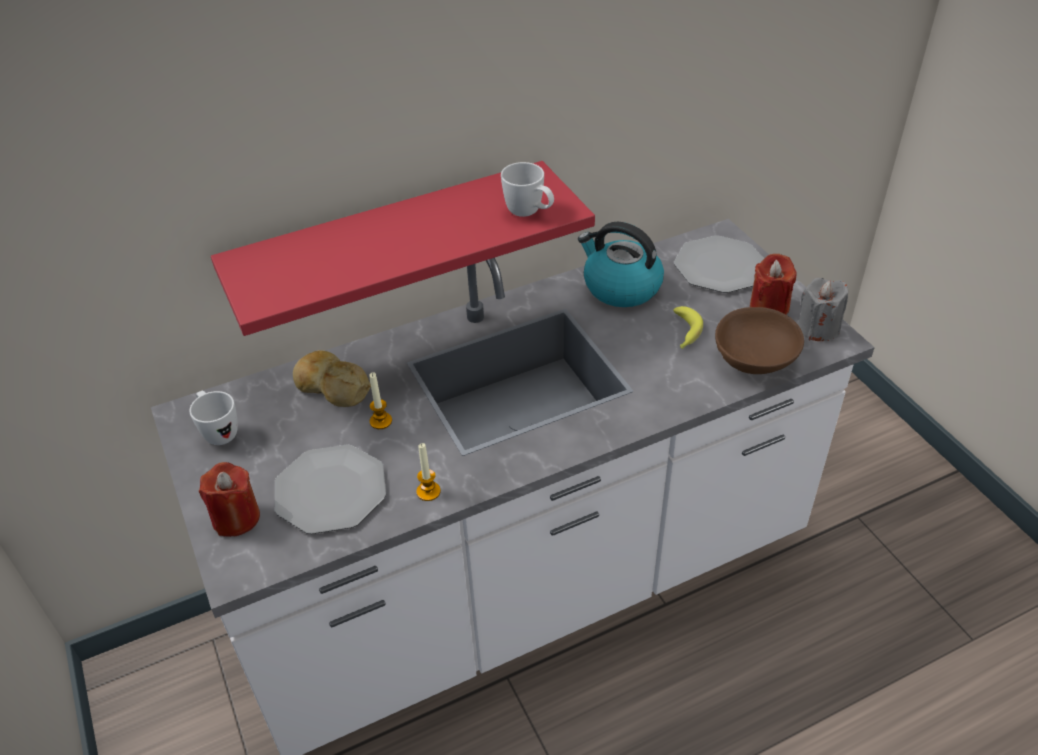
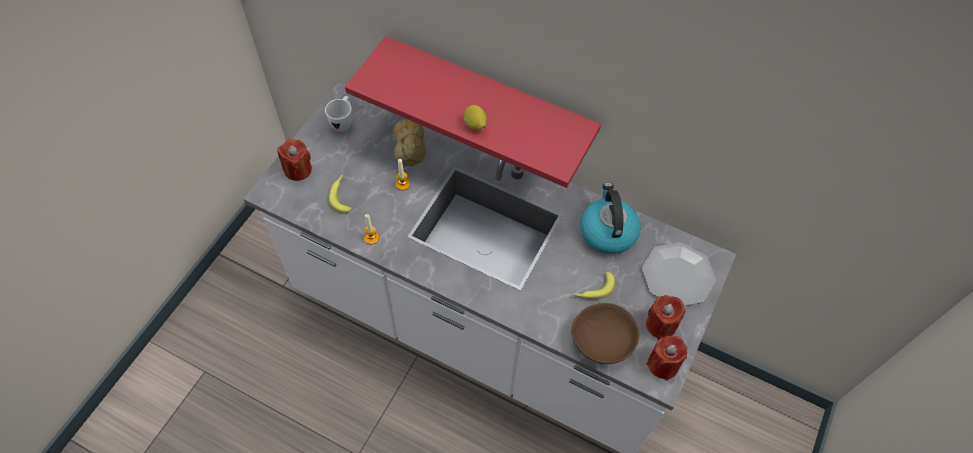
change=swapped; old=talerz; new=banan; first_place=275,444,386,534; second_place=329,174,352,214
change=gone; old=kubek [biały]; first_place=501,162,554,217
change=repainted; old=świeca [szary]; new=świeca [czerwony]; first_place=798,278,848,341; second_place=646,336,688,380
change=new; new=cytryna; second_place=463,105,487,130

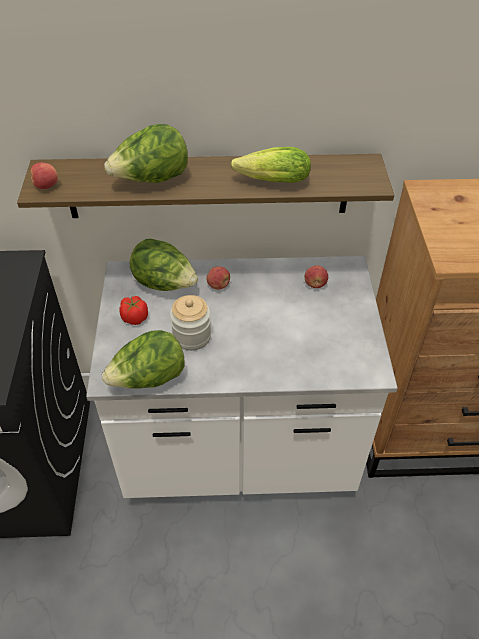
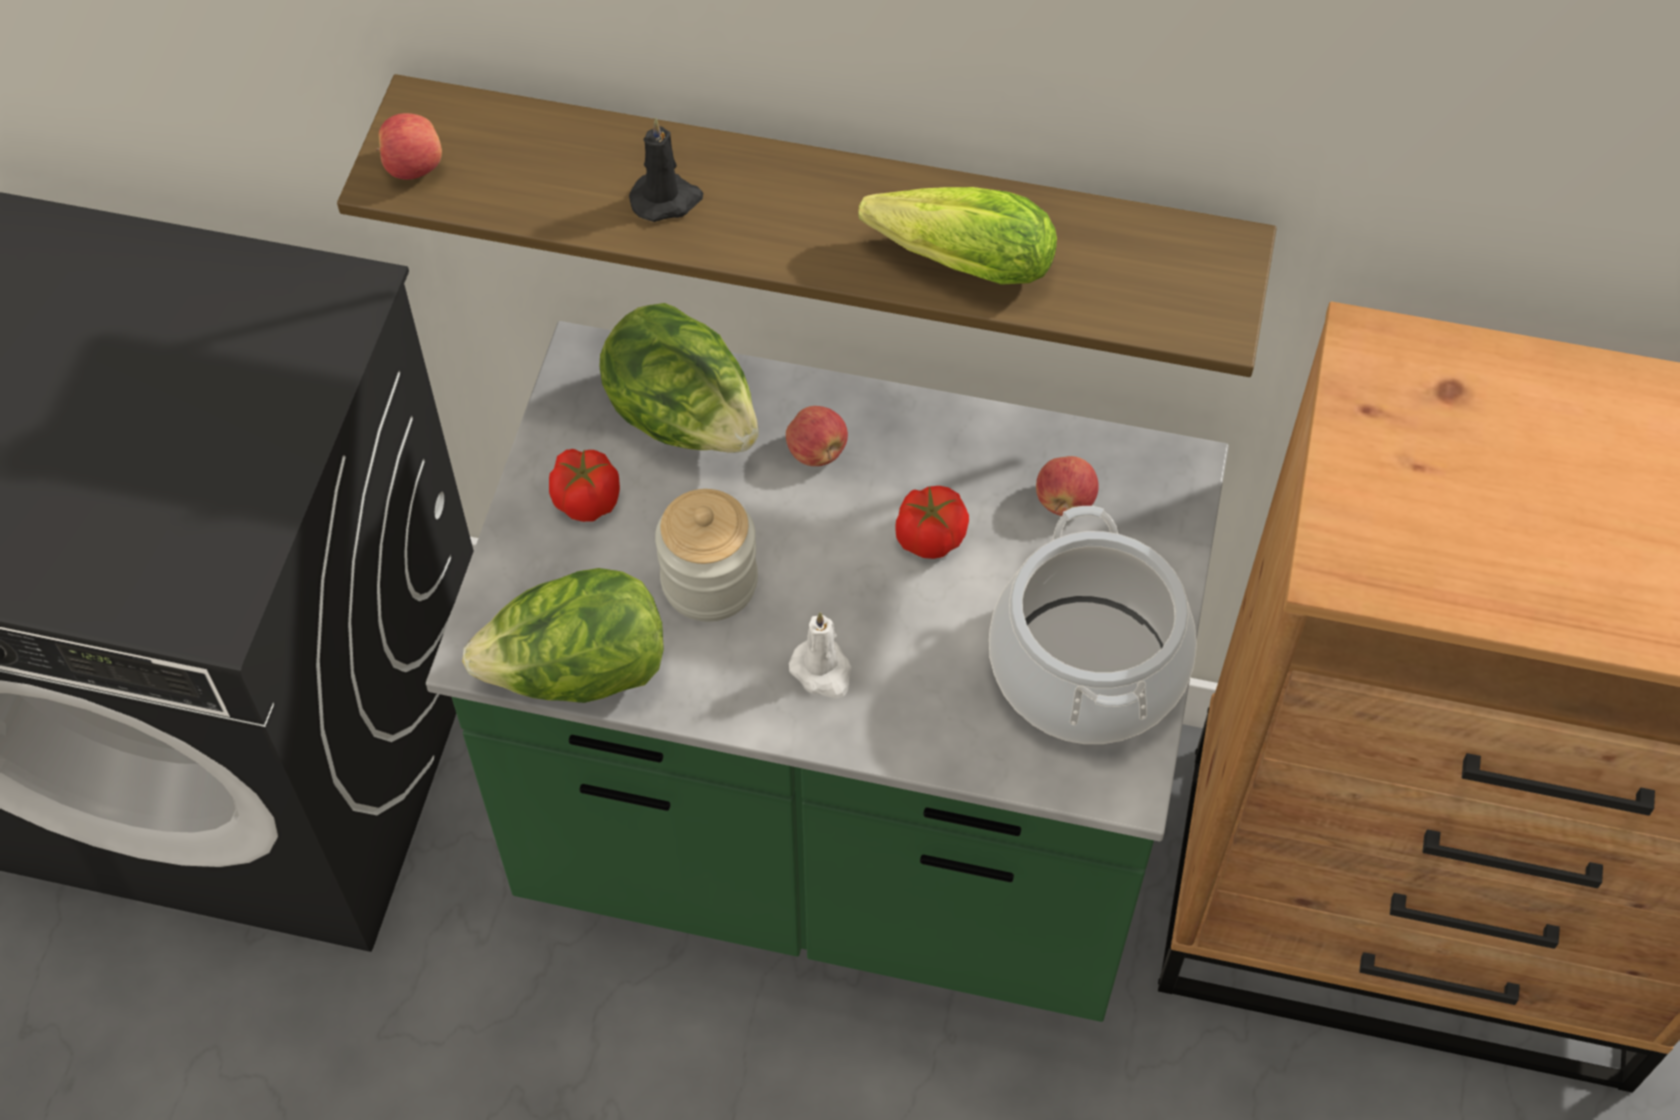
change=repainted; old=zabudowa kuchenna [biały]; new=zabudowa kuchenna [zielony]; first_place=86,256,397,498; second_place=426,321,1229,1022
change=swapped; old=sałata; new=świeca [czarny]; first_place=104,124,188,183; second_place=629,118,703,222
change=new; new=świeca [biały]; second_place=789,612,852,699
change=new; new=pomidor; second_place=895,486,969,559
change=new; new=garnek; second_place=989,506,1197,744

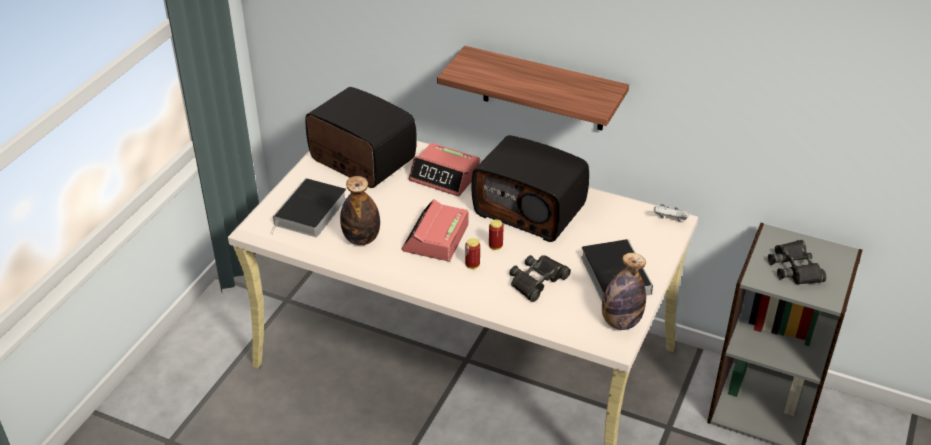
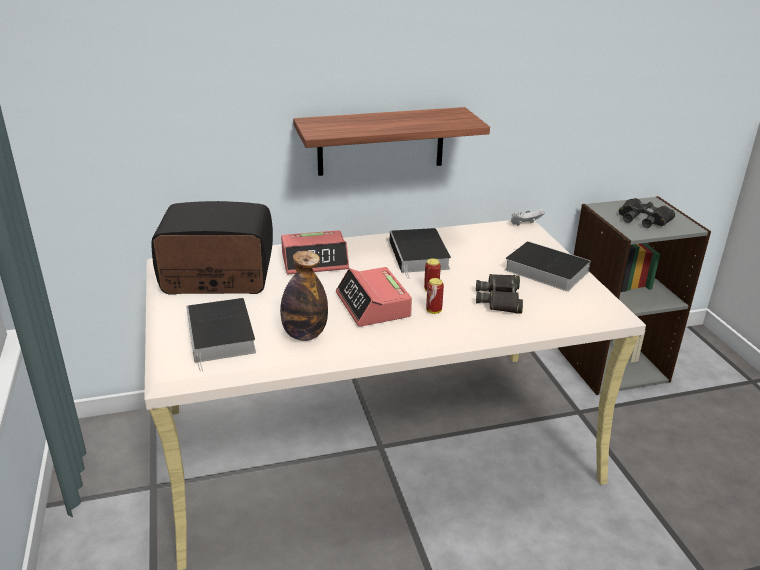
change=swapped; old=radio; new=książka; first_place=471,135,589,242; second_place=390,228,451,279
change=gone; old=butelka; first_place=602,253,646,330

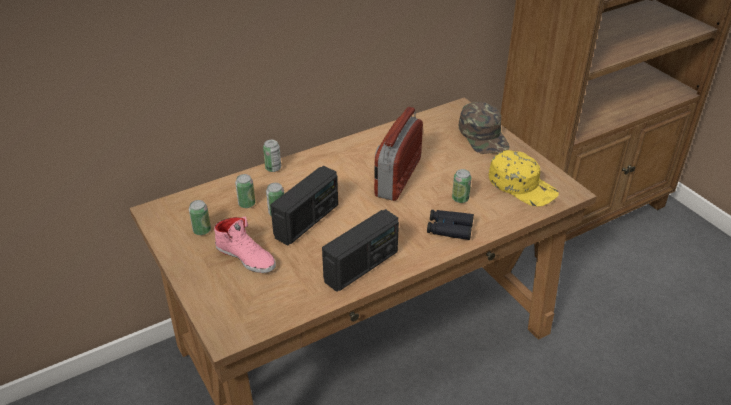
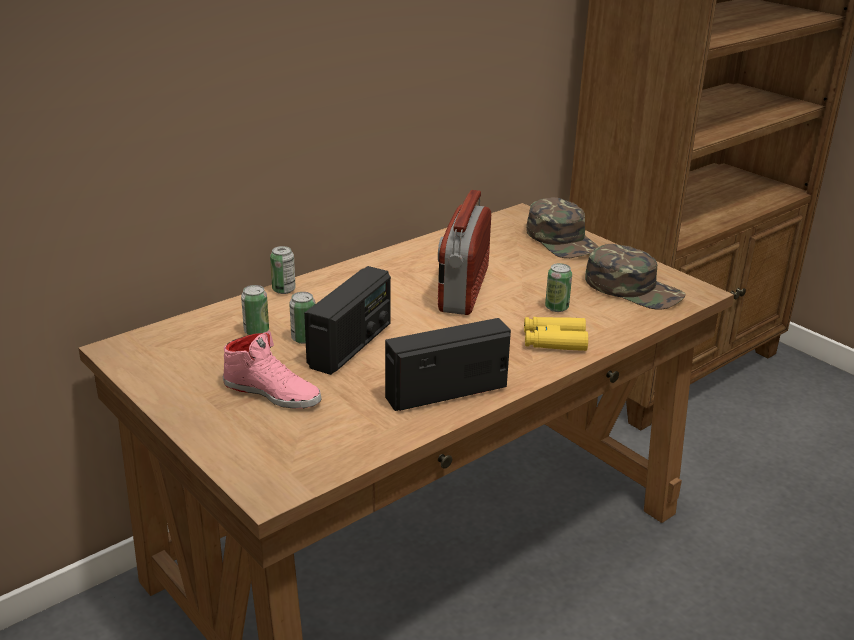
change=gone; old=puszka; first_place=189,200,211,235
change=rotated; old=radio; first_place=322,209,399,292; second_place=385,318,511,411; degrees=-150
change=repainted; old=lornetka [czarny]; new=lornetka [żółty]; first_place=427,210,474,240; second_place=524,317,588,351
change=repainted; old=czapka z daszkiem [żółty]; new=czapka z daszkiem [zielony]; first_place=489,150,559,207; second_place=585,244,686,309

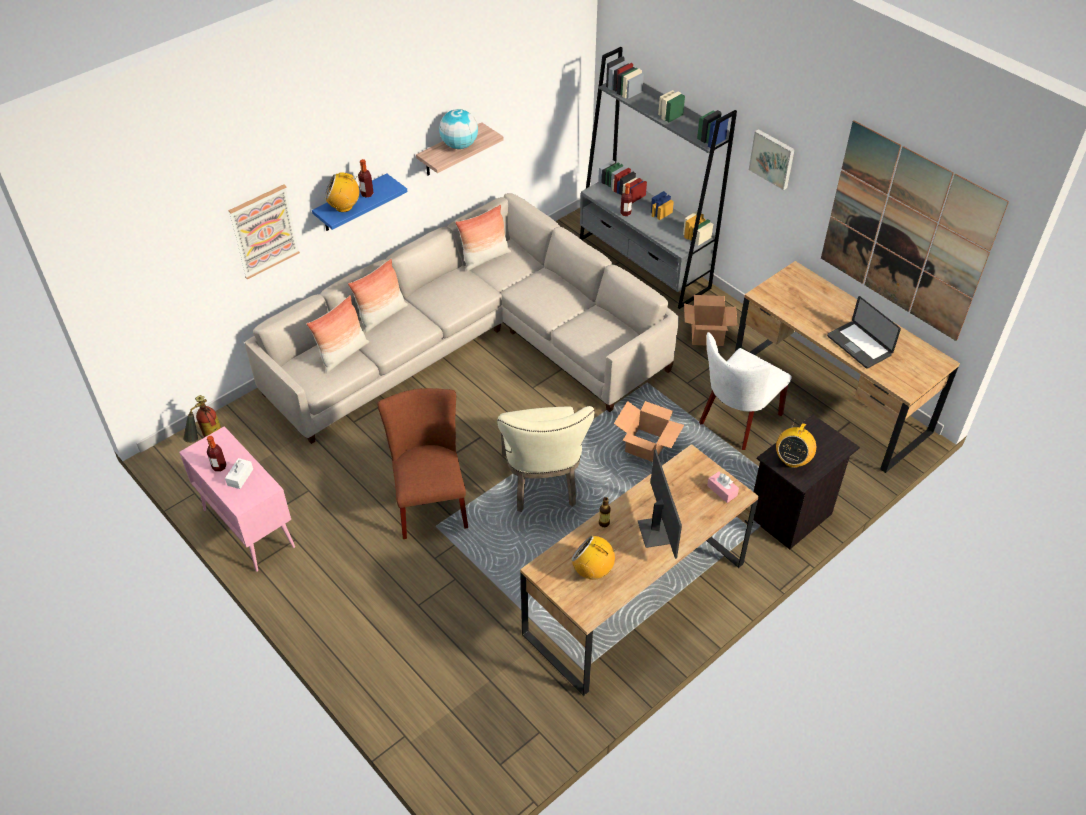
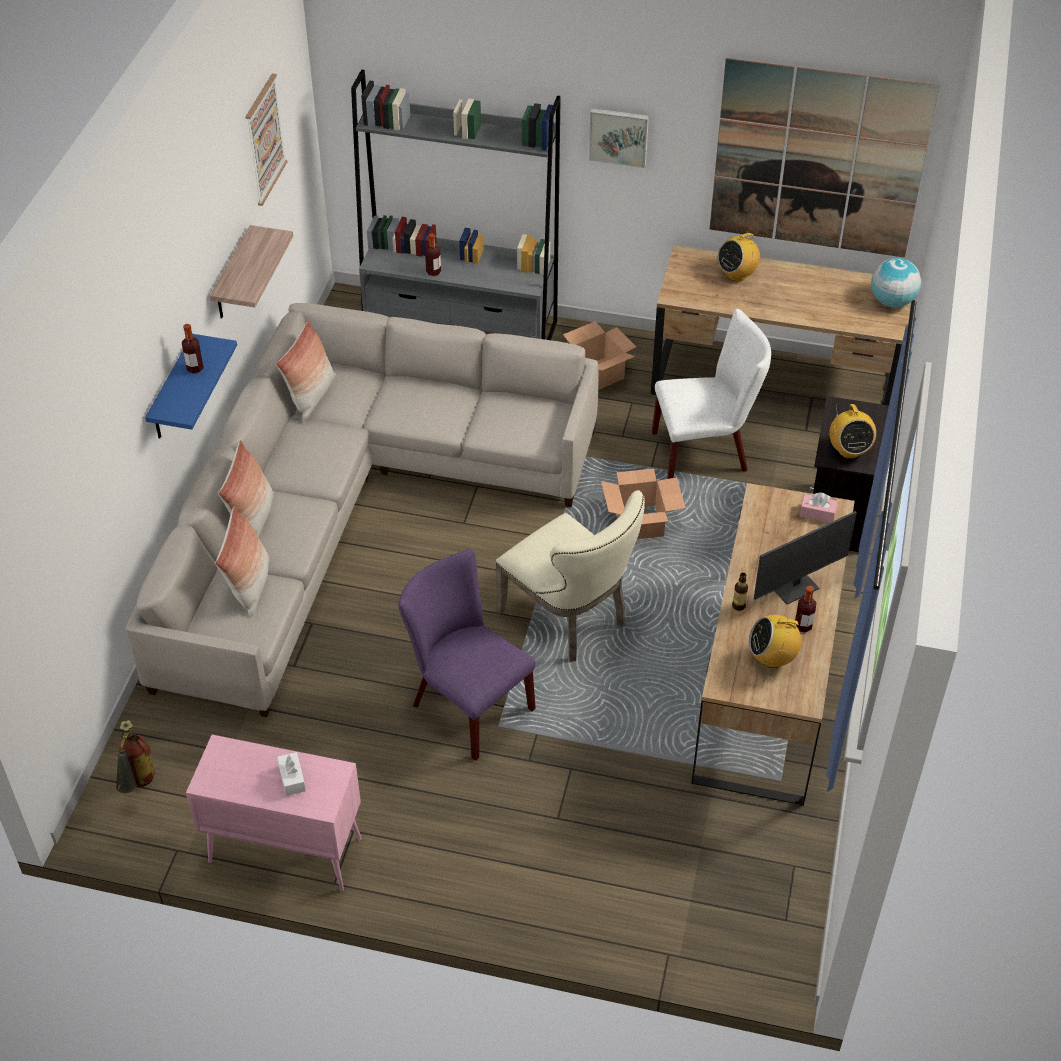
change=shifted; old=butelka; first_place=207,436,226,472; second_place=795,586,816,633
change=shifted; old=obraz; first_place=228,185,300,279; second_place=245,73,288,206
change=shifted; old=radio; first_place=325,173,359,212; second_place=718,233,760,281
change=repainted; old=krzesło [brązowy]; new=krzesło [fioletowy]; first_place=377,388,468,539; second_place=398,549,536,761
change=shifted; old=globus; first_place=439,109,478,149; second_place=871,258,921,307
change=rotated; old=monitor; first_place=638,449,682,559; second_place=754,511,857,604; degrees=105
change=rotated; old=krzesło [biały]; first_place=699,332,792,450; second_place=652,309,771,479; degrees=-105
change=gone; old=laptop; first_place=827,296,901,369

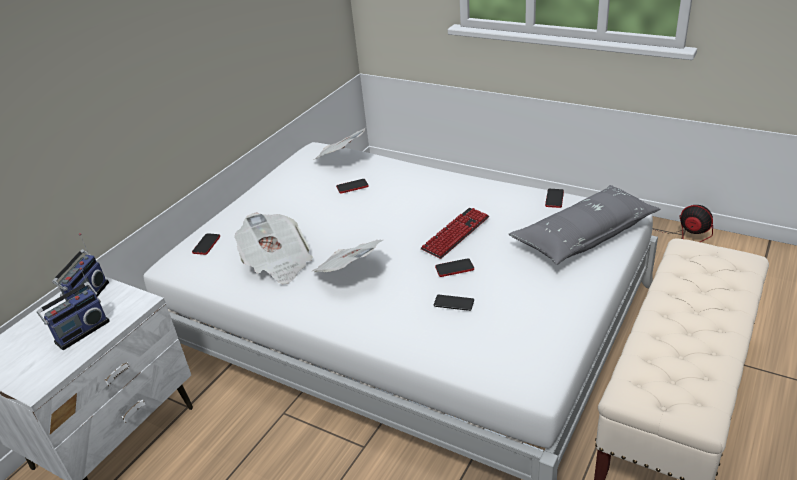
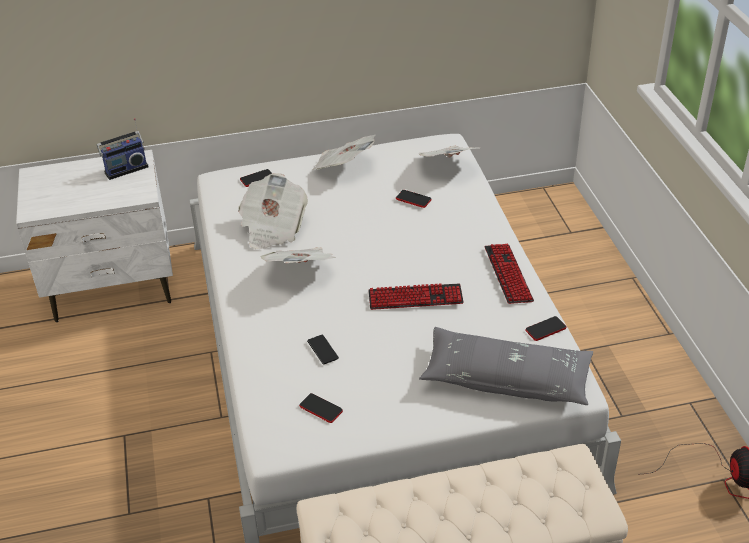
change=gone; old=radio; first_place=37,267,110,350
change=shifted; old=telefon; first_place=435,258,474,277; second_place=299,393,343,423
change=new; new=gazeta; second_place=312,135,376,170
change=new; new=klawiatura; second_place=484,244,534,304

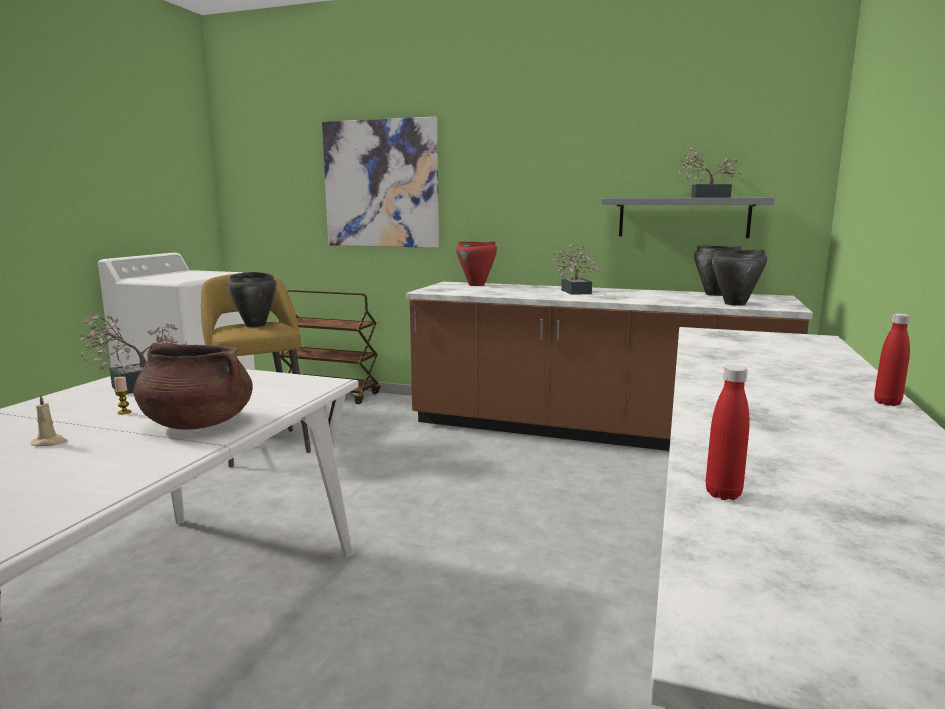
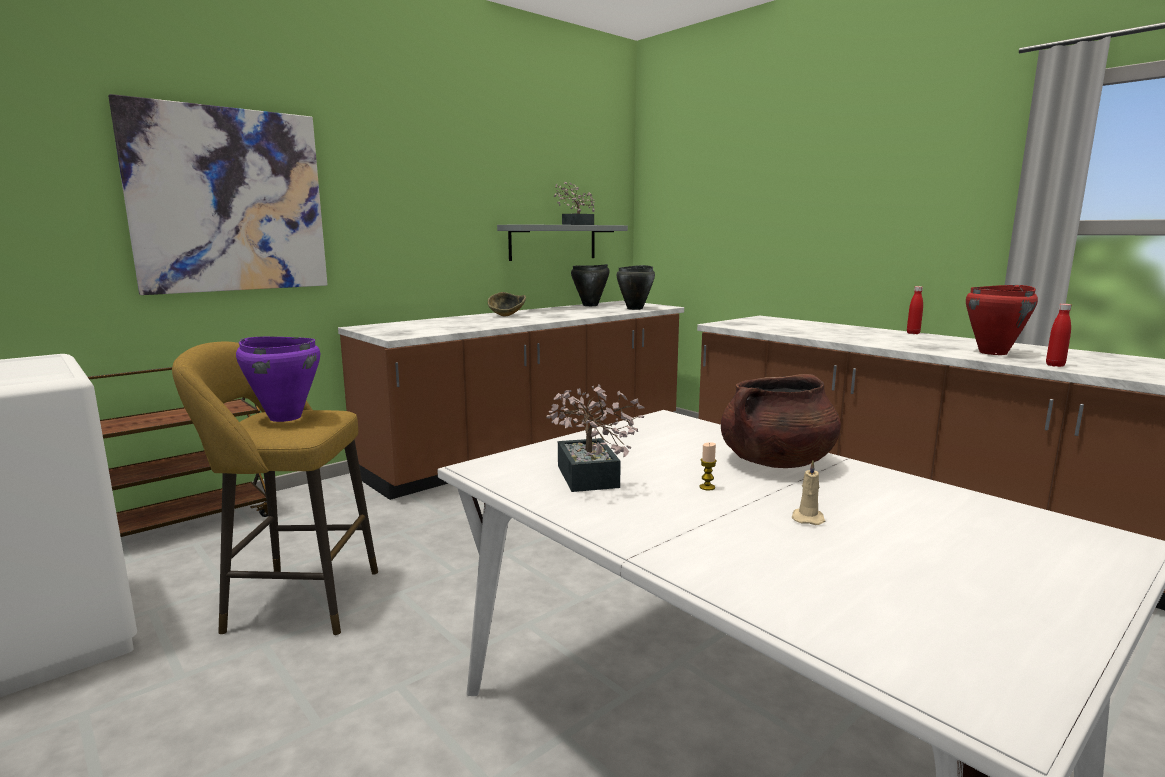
change=repainted; old=garnek [czarny]; new=garnek [fioletowy]; first_place=227,272,277,327; second_place=236,337,320,422
change=shifted; old=garnek [czerwony]; first_place=456,241,497,286; second_place=966,285,1038,355
change=swapped; old=roślina doniczkowa; new=miska; first_place=553,245,599,295; second_place=488,292,526,316

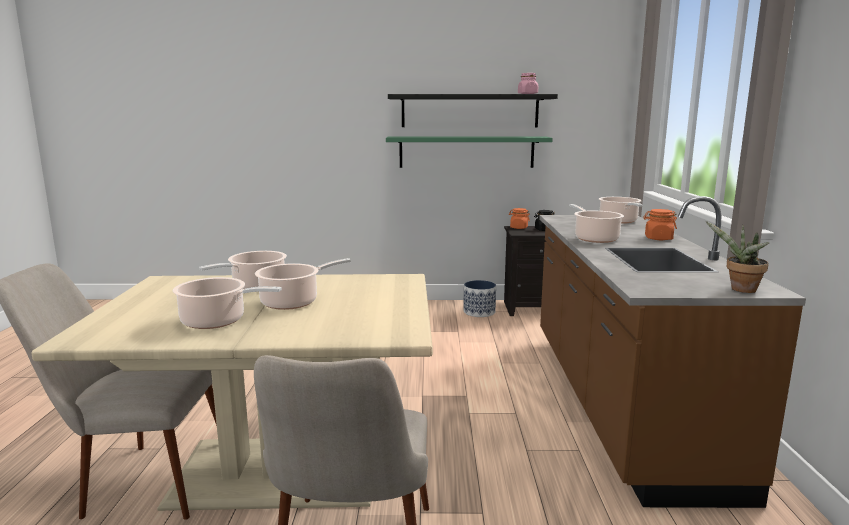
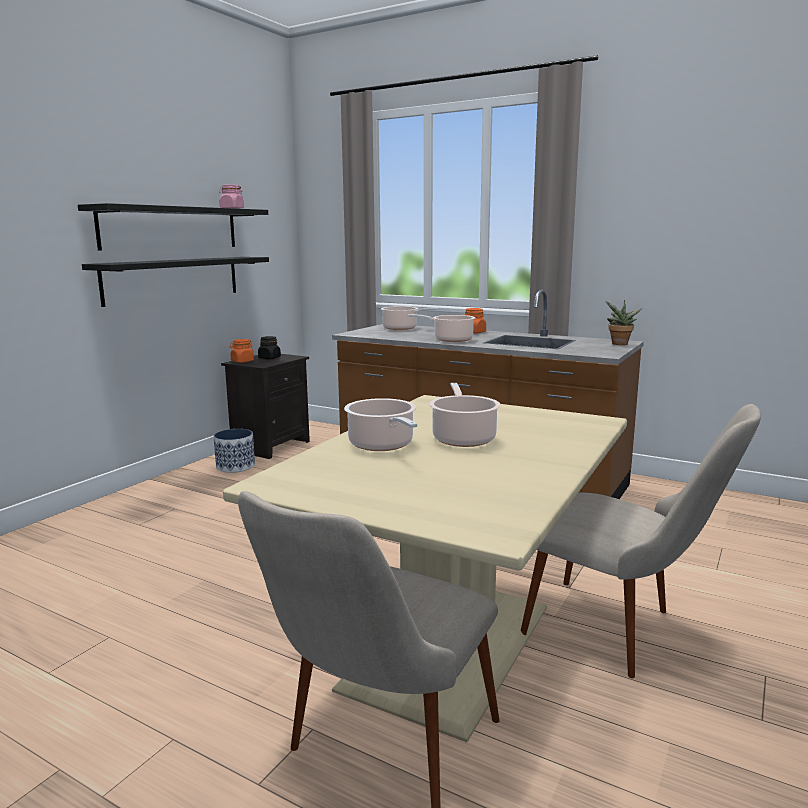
change=gone; old=garnek; first_place=173,277,282,329
change=repainted; old=półka [zielony]; new=półka [czarny]; first_place=386,136,553,168; second_place=82,257,269,307

